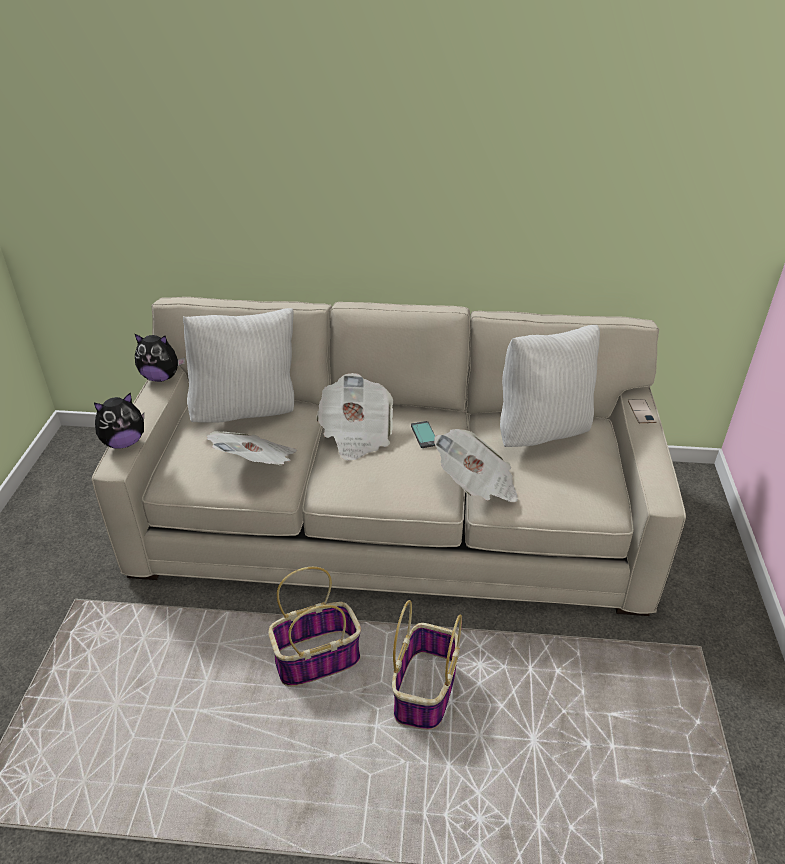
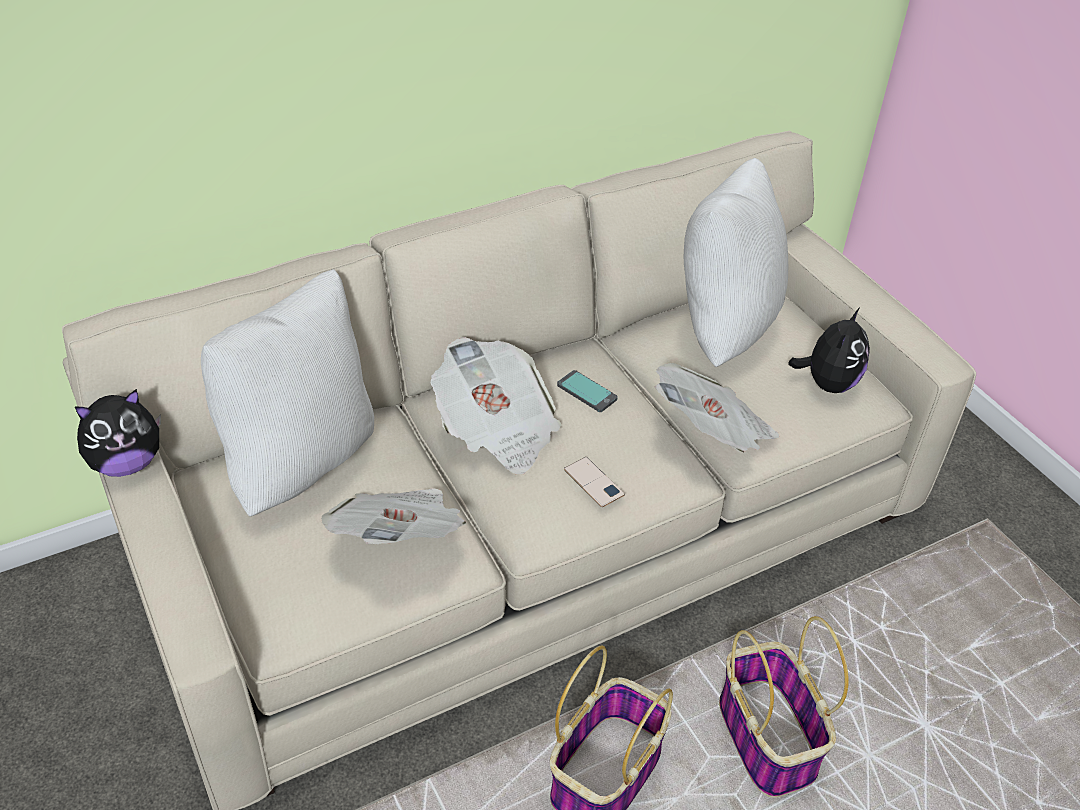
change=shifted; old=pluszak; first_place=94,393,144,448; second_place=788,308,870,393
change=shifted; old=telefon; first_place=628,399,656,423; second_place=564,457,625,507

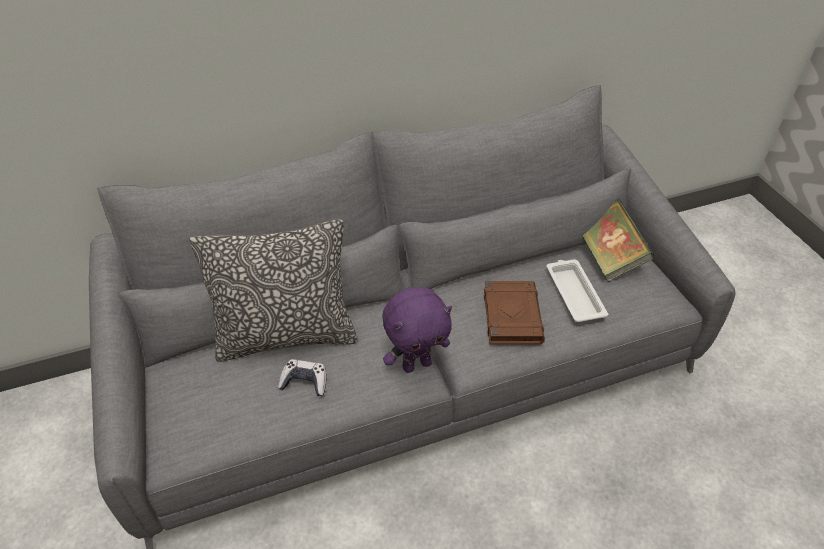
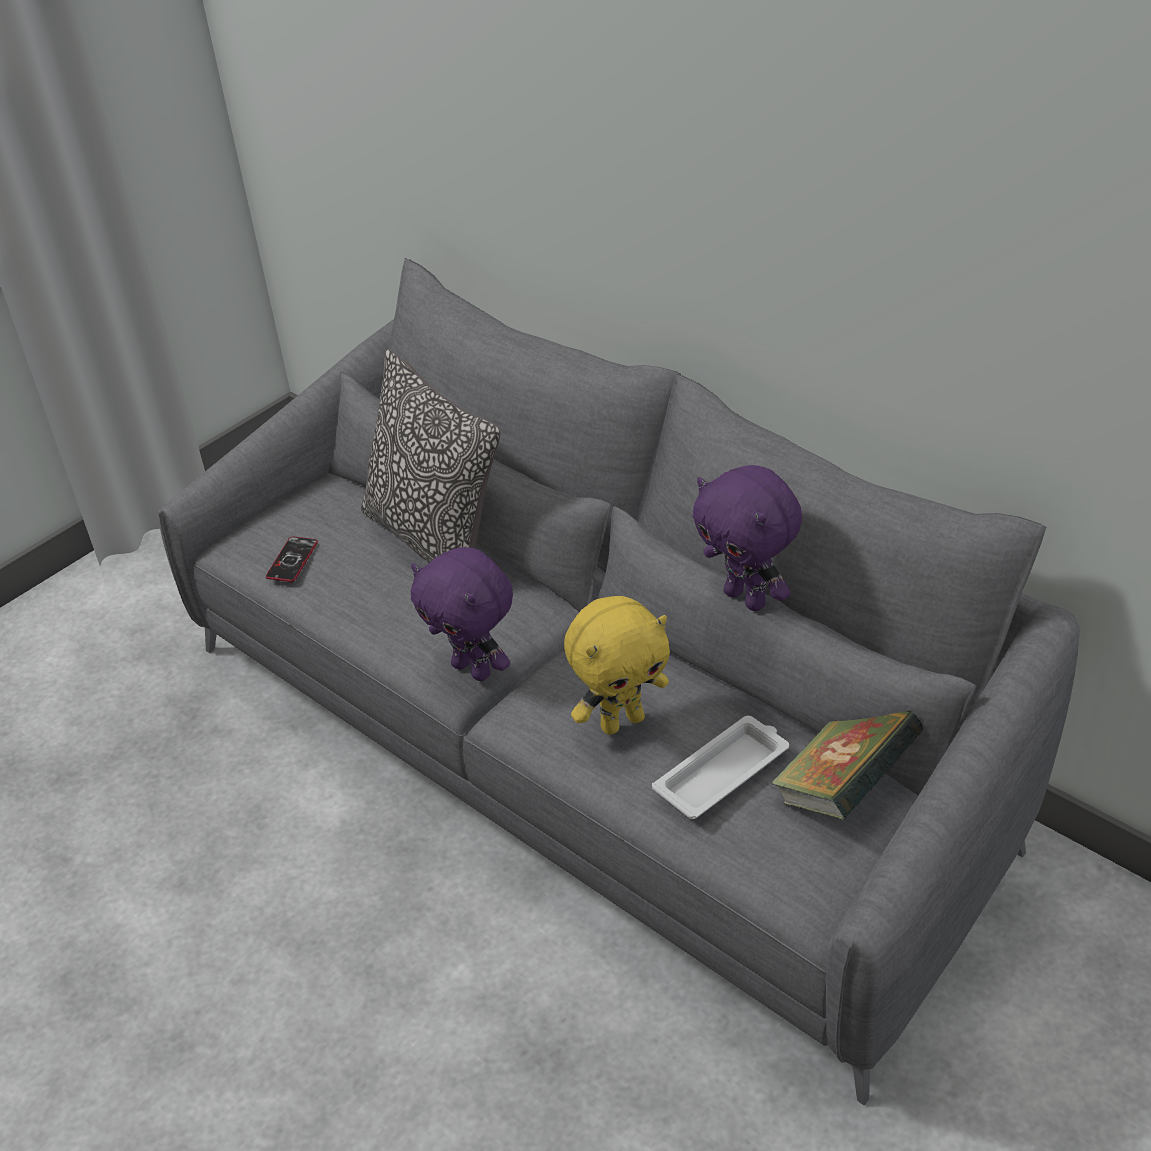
change=gone; old=pad do gier; first_place=278,359,326,396
change=swapped; old=książka [brązowy]; new=pluszak [żółty]; first_place=484,281,545,345; second_place=564,596,670,735
change=new; new=telefon; second_place=266,536,318,582
change=new; new=pluszak [fioletowy]; second_place=693,465,802,611

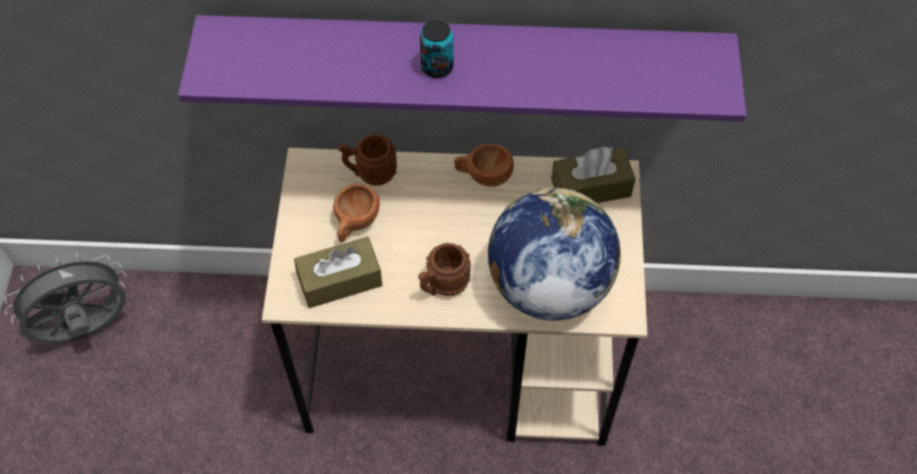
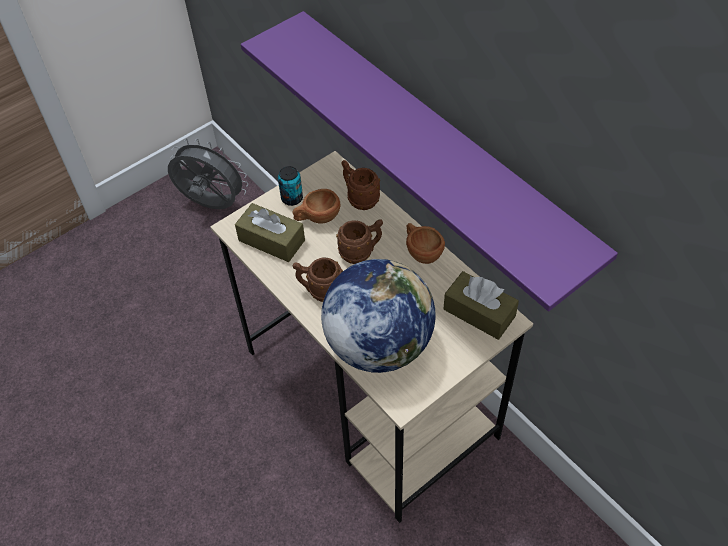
change=shifted; old=puszka; first_place=420,20,453,78; second_place=278,166,303,206
change=new; new=kubek [brązowy]; second_place=336,219,383,264

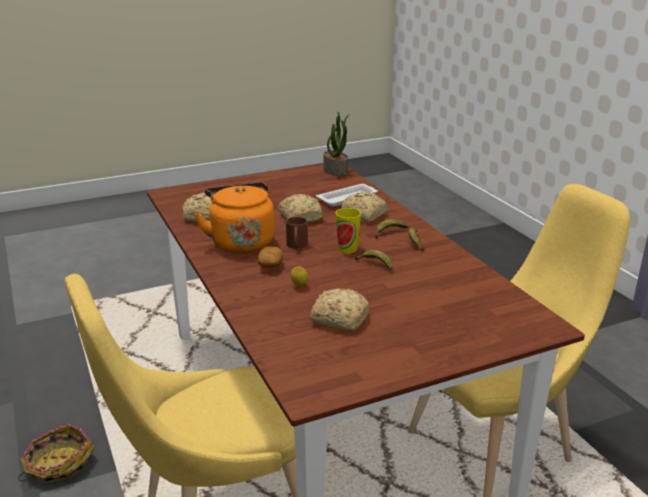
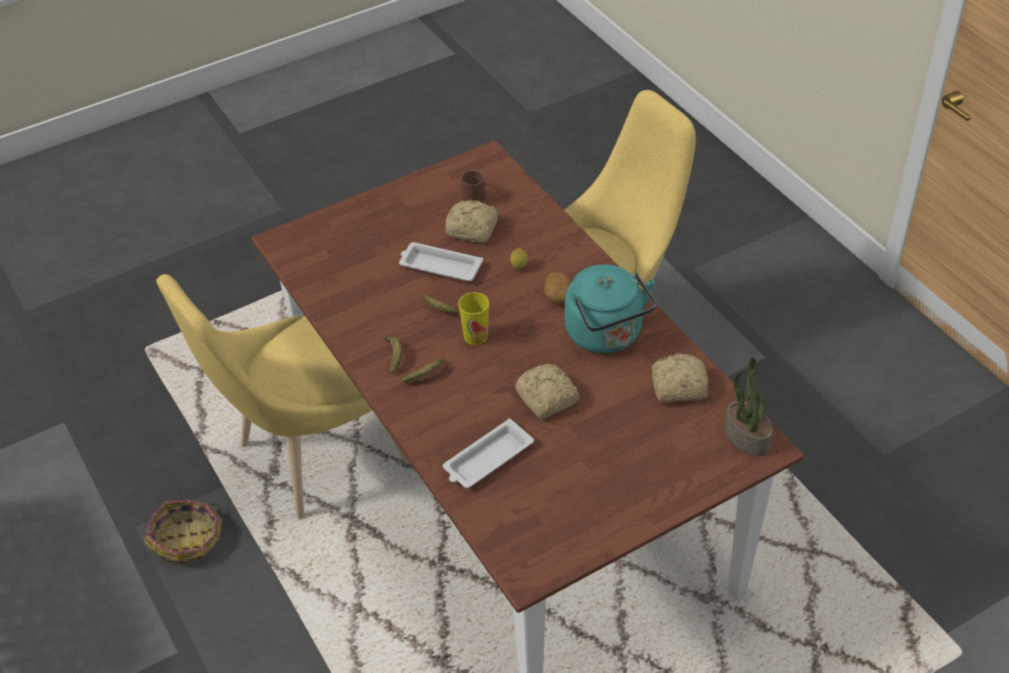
change=shifted; old=koszyk; first_place=18,423,95,483; second_place=144,500,222,565
change=repainted; old=czajnik [pomarańczowy]; new=czajnik [turkusowy]; first_place=195,182,275,253; second_place=565,264,657,354
change=shifted; old=kubek [brązowy]; first_place=286,217,308,249; second_place=461,169,486,203
change=shifted; old=roślina doniczkowa; first_place=324,112,350,176; second_place=725,357,773,456
change=gone; old=chleb; first_place=341,191,388,222
change=new; new=taca [biały]; second_place=399,242,483,281

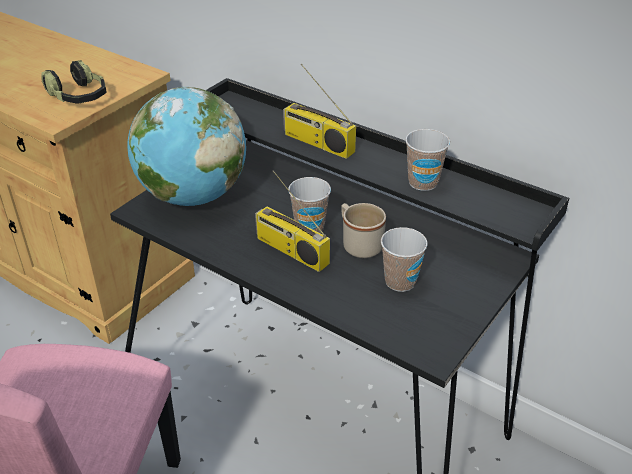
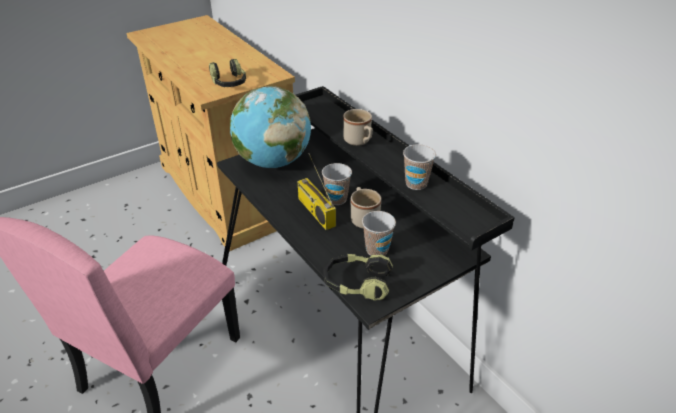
change=swapped; old=radio; new=kubek [beżowy]; first_place=283,64,356,159; second_place=343,109,373,146
change=new; new=słuchawki; second_place=323,254,393,301

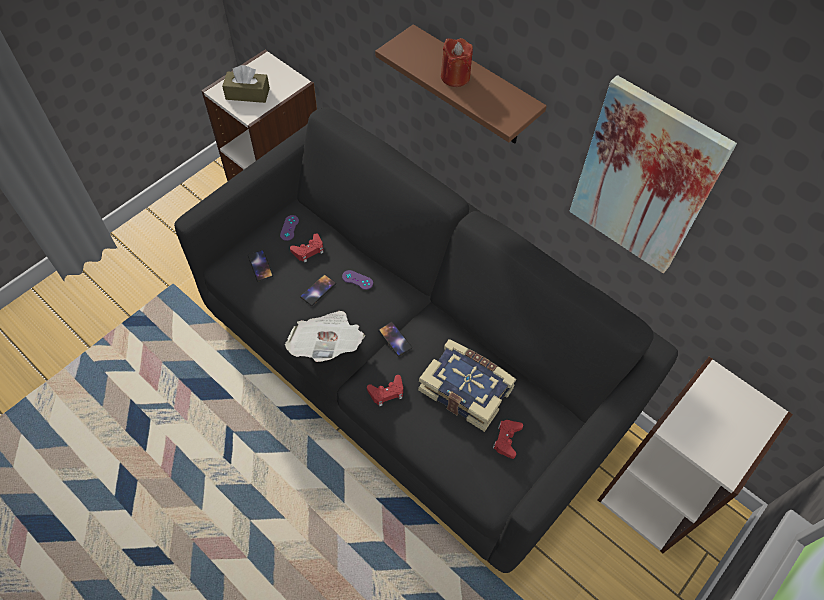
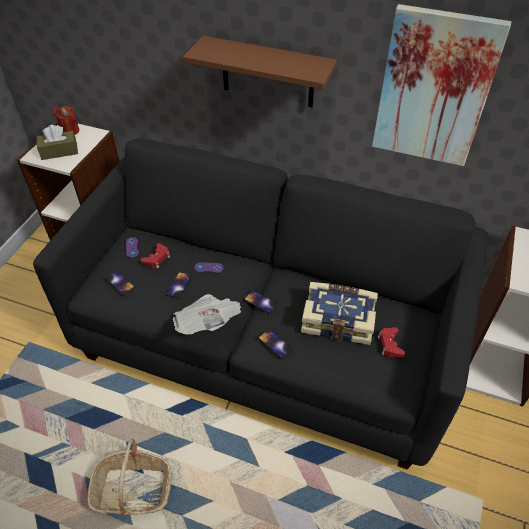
change=swapped; old=pad do gier [czerwony]; new=telefon; first_place=367,375,403,407; second_place=258,329,293,359
change=shifted; old=świeca [czerwony]; first_place=441,38,473,87; second_place=54,106,79,135
change=new; new=koszyk; second_place=87,439,171,515

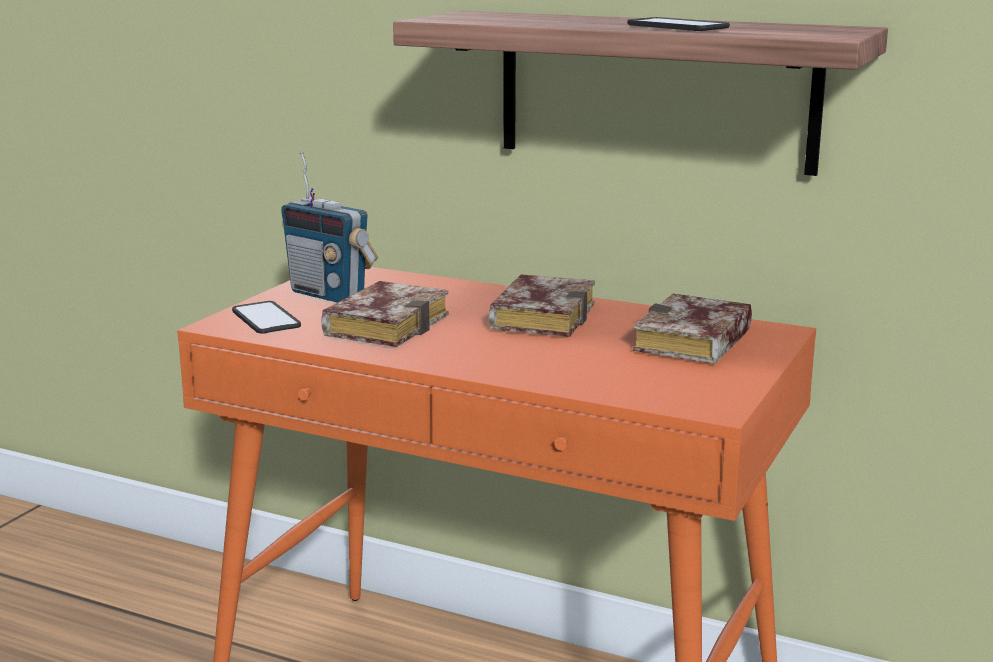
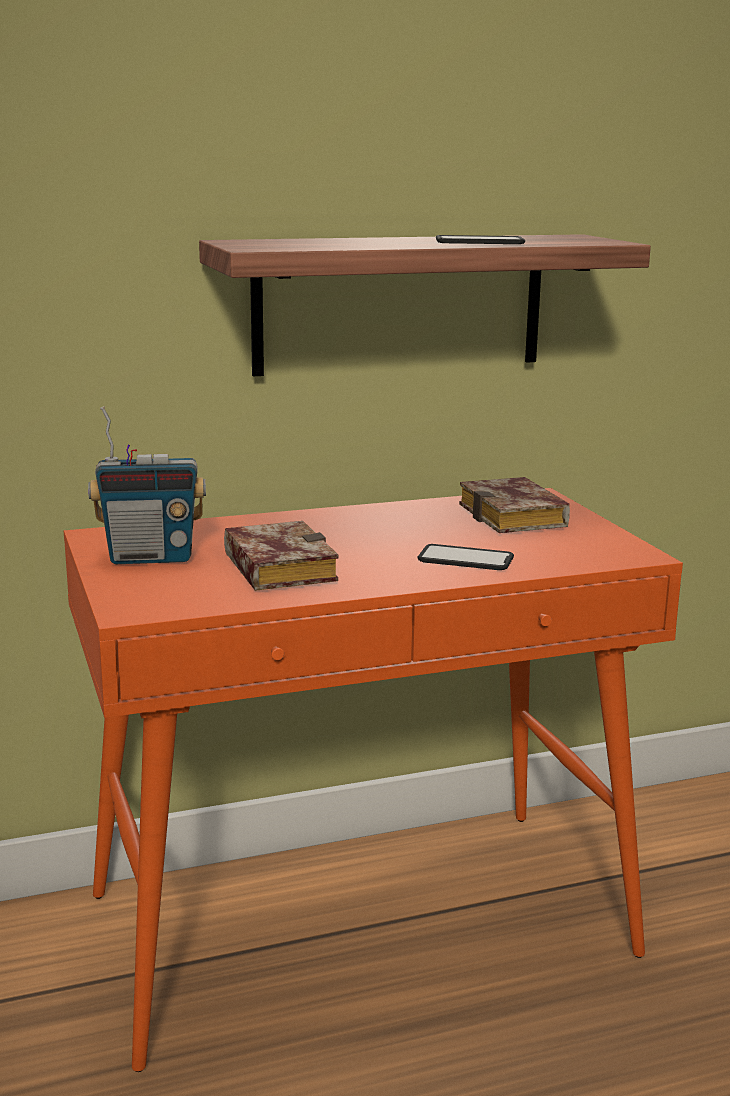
change=shifted; old=telefon; first_place=232,301,301,333; second_place=417,544,514,570
change=gone; old=książka; first_place=489,274,595,337

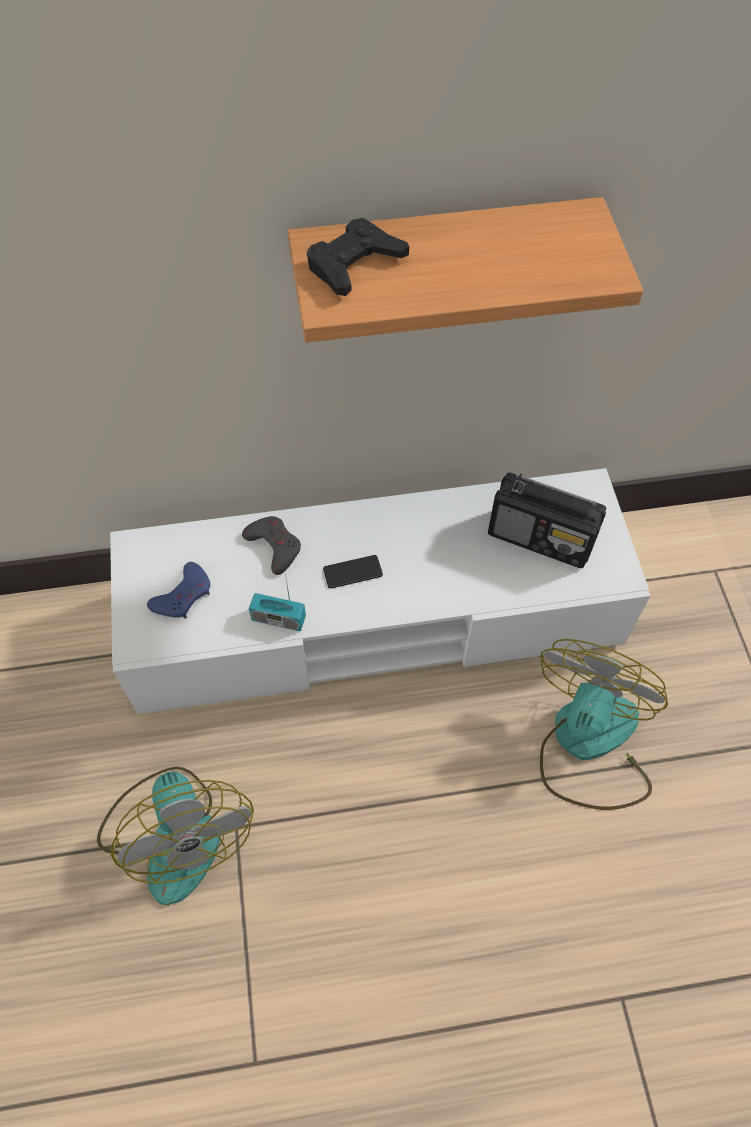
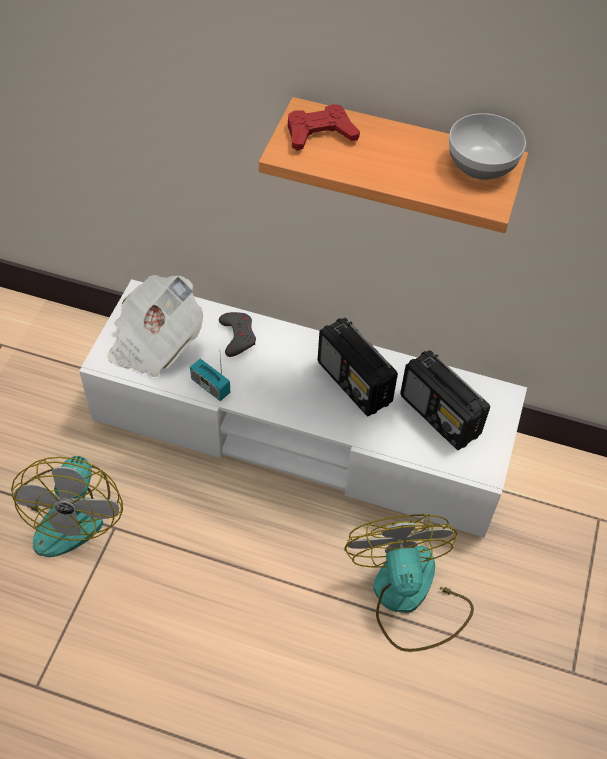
change=swapped; old=pad do gier [niebieski]; new=gazeta; first_place=147,562,210,619; second_place=108,275,203,377
change=repainted; old=pad do gier [czarny]; new=pad do gier [czerwony]; first_place=307,218,409,296; second_place=288,104,360,151
change=gone; old=telefon; first_place=323,555,383,589
change=rotated; old=wentylator; first_place=540,639,668,810; second_place=344,514,474,652; degrees=-60
change=new; new=radio; second_place=318,318,398,416
change=new; new=miska; second_place=449,113,526,180

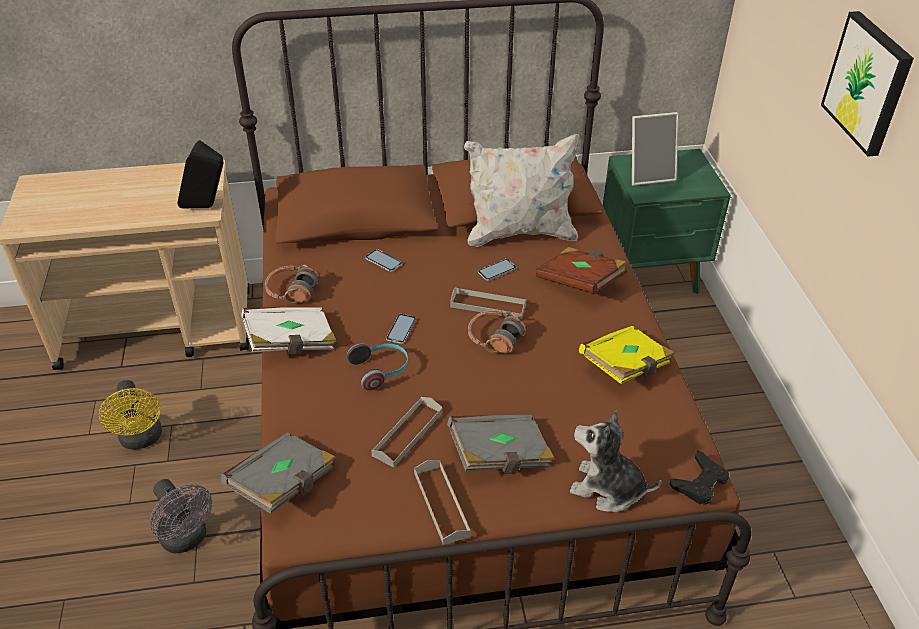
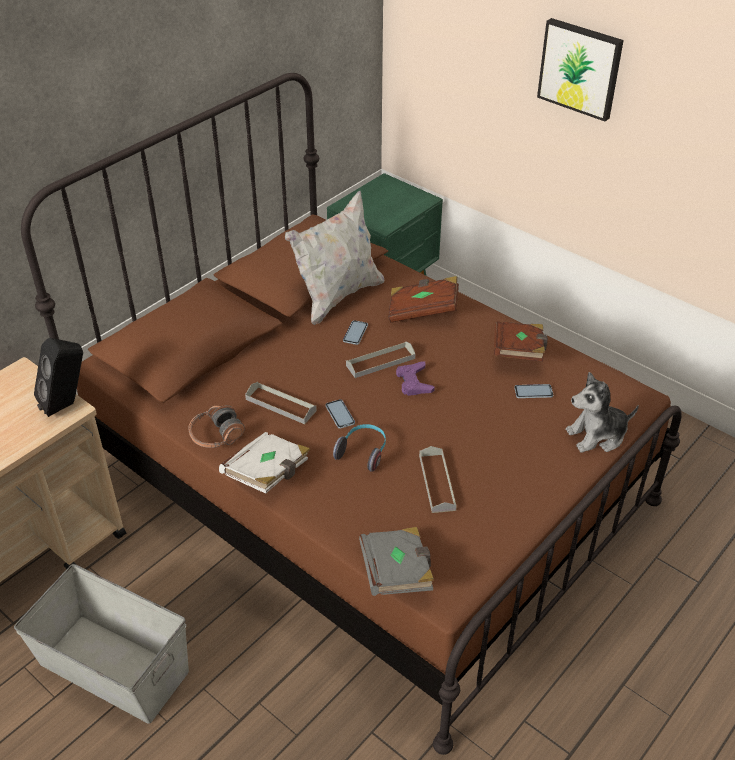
change=swapped; old=wentylator [żółty]; new=pojemnik do przechowywania [szary]; first_place=99,380,162,450; second_place=14,564,189,724
change=gone; old=wentylator [szary]; first_place=150,479,212,553
change=shifted; old=telefon; first_place=365,249,402,272; second_place=514,384,553,398
change=shifted; old=taca [szary]; first_place=414,460,471,545; second_place=245,382,317,424
change=gone; old=książka [szary]; first_place=447,415,555,474
change=swapped; old=słuchawki; new=pad do gier [fioletowy]; first_place=468,310,526,354; second_place=396,361,435,396
change=repainted; old=książka [żółty]; new=książka [brązowy]; first_place=579,326,675,384; second_place=494,321,548,362
change=gone; old=ramka na zdjęcie; first_place=632,112,678,186
change=gone; old=pad do gier [czarny]; first_place=670,450,729,505

